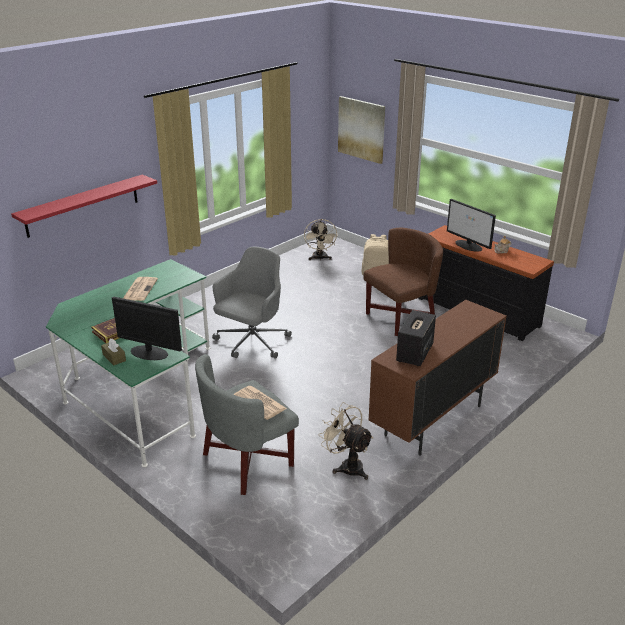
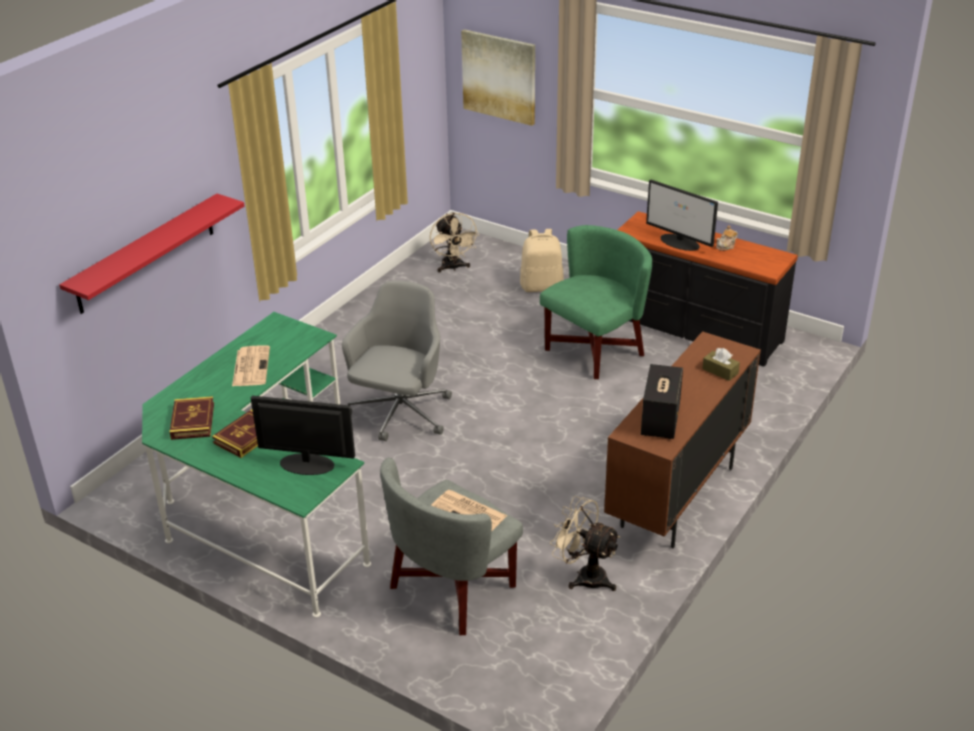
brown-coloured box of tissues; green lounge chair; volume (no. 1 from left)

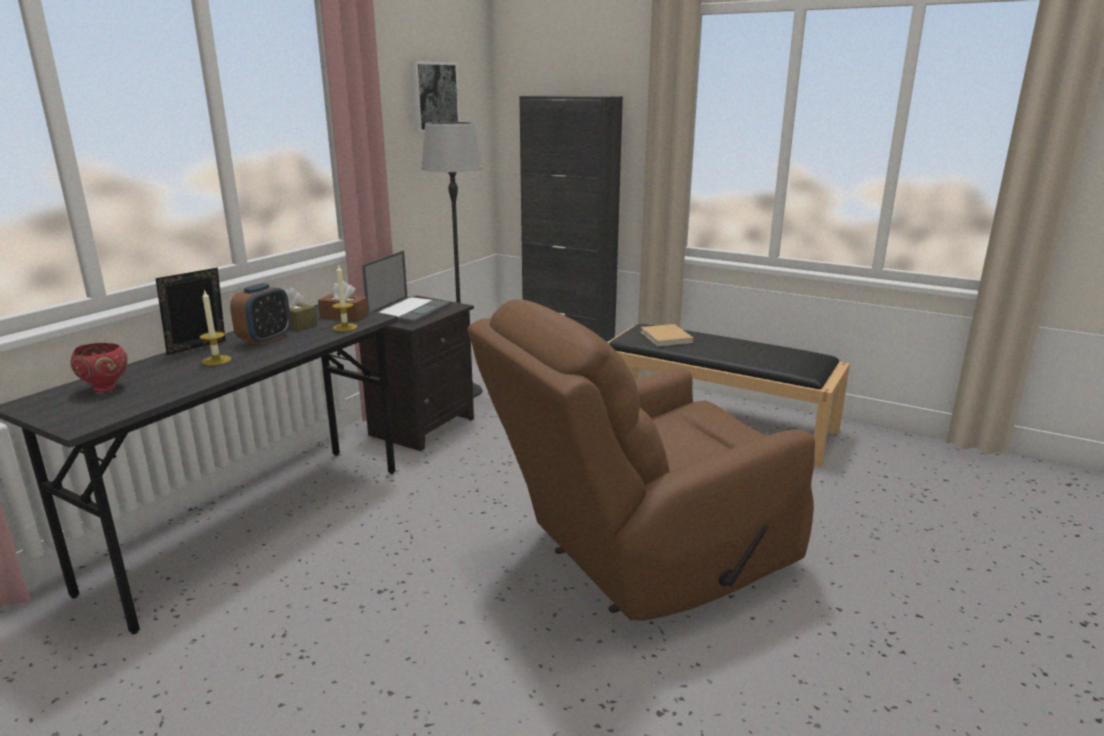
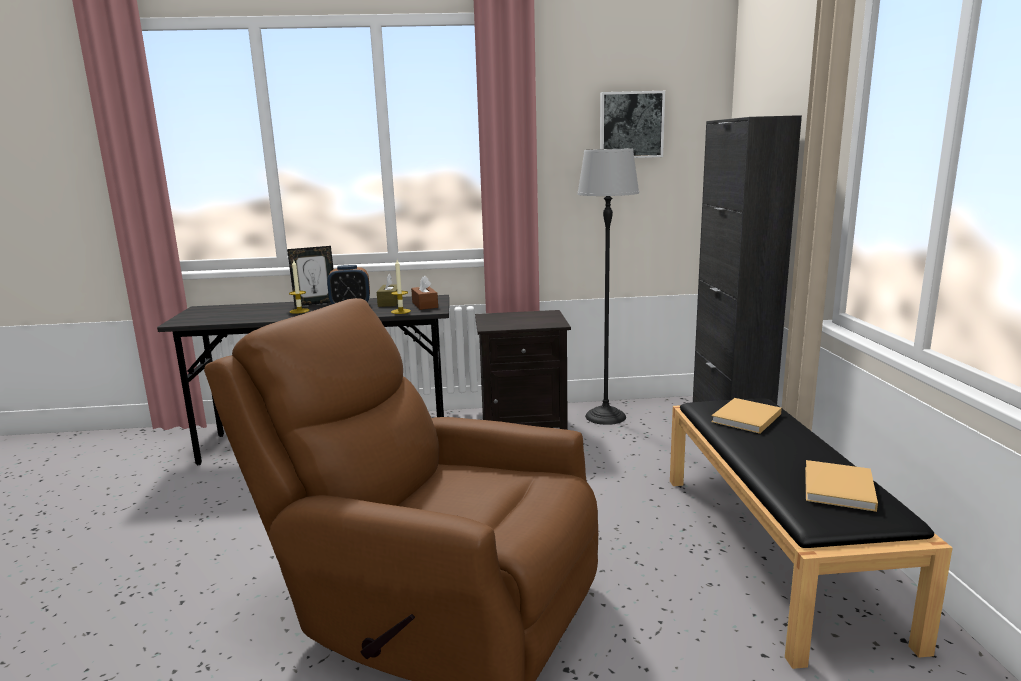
red-coloured deep dish; picture frame; portable computer; beige-coloured volume (no. 2 from left)

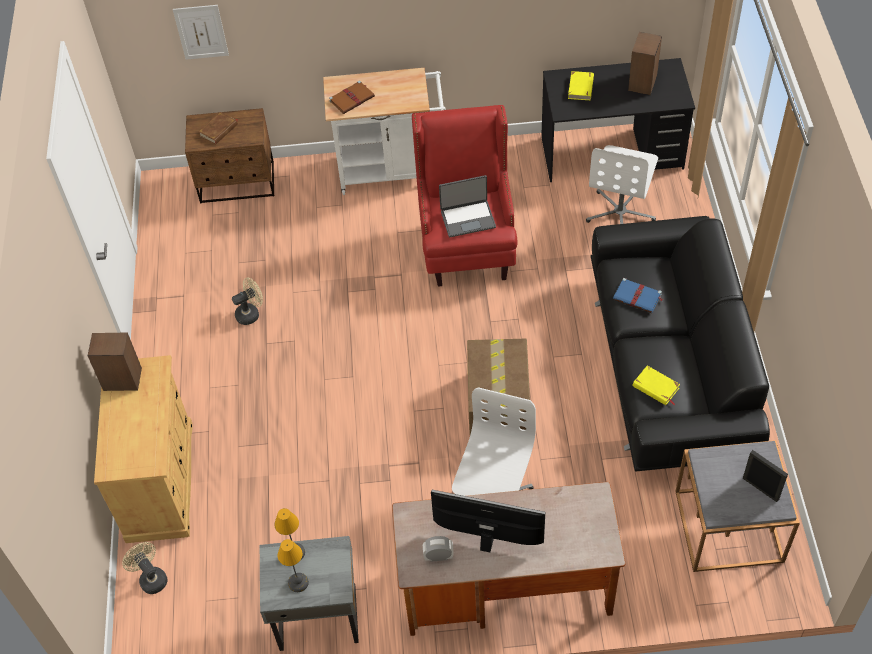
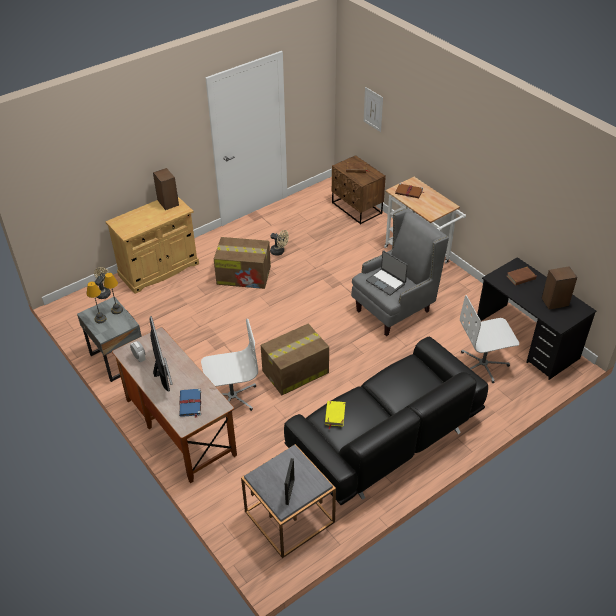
grey lounge chair; brown-coloured volume (no. 3 from left); blue-coloured volume; cardboard box (no. 1 from left)

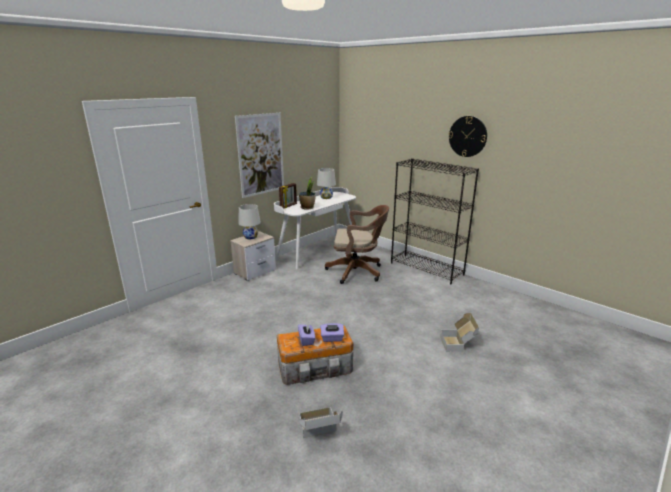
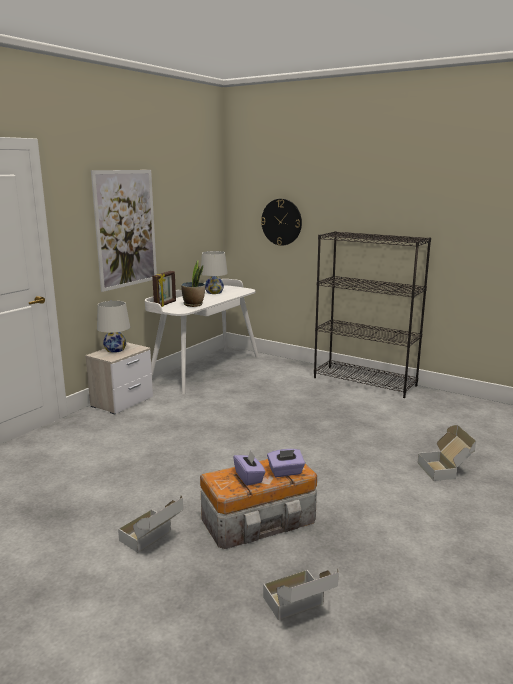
brown-coloured computer chair; hanging clock; cardboard box (no. 1 from left)

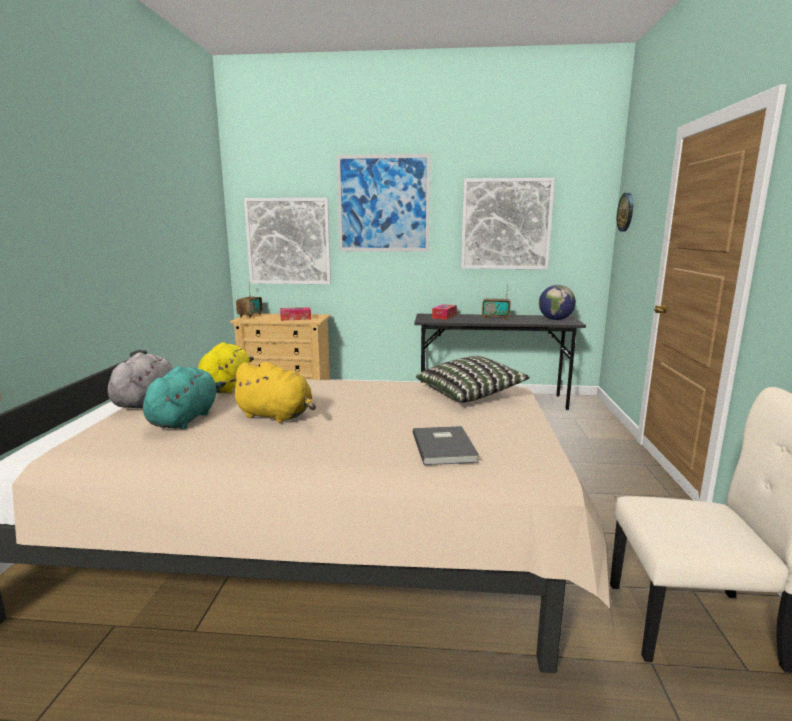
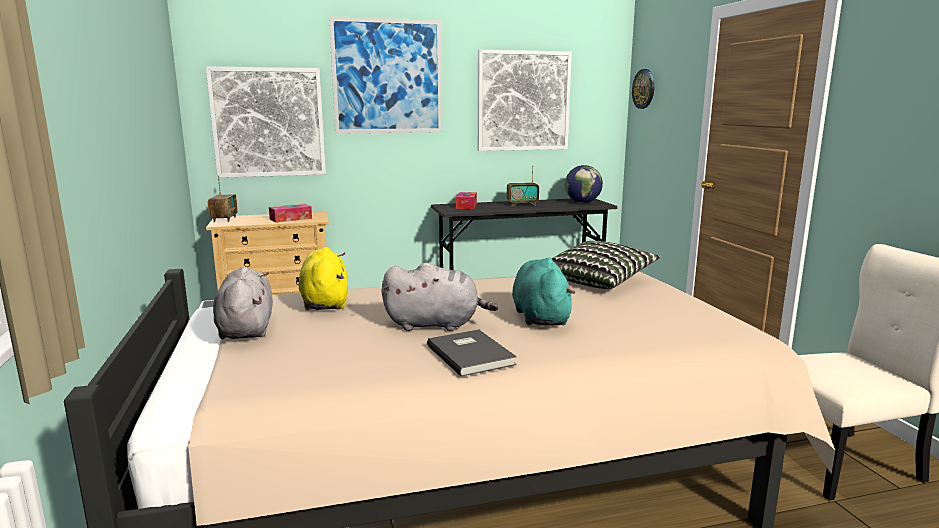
turquoise-coloured cuddly toy; grey cuddly toy (no. 2 from left); grey volume

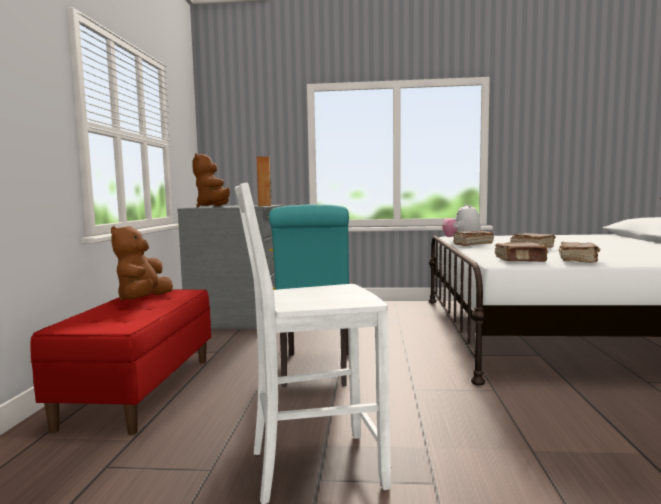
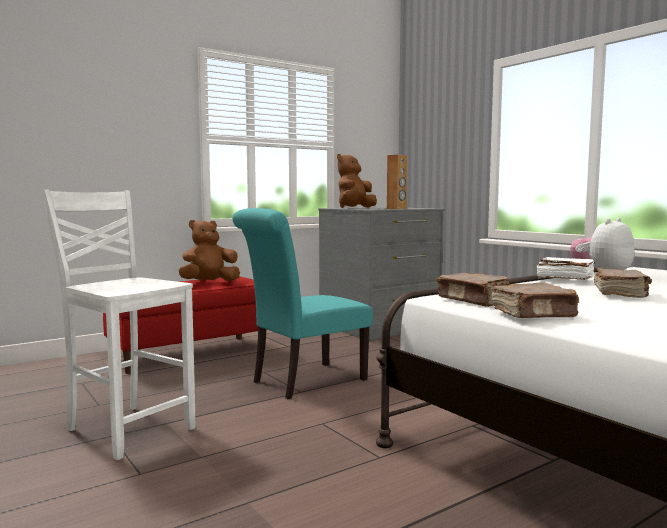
white volume

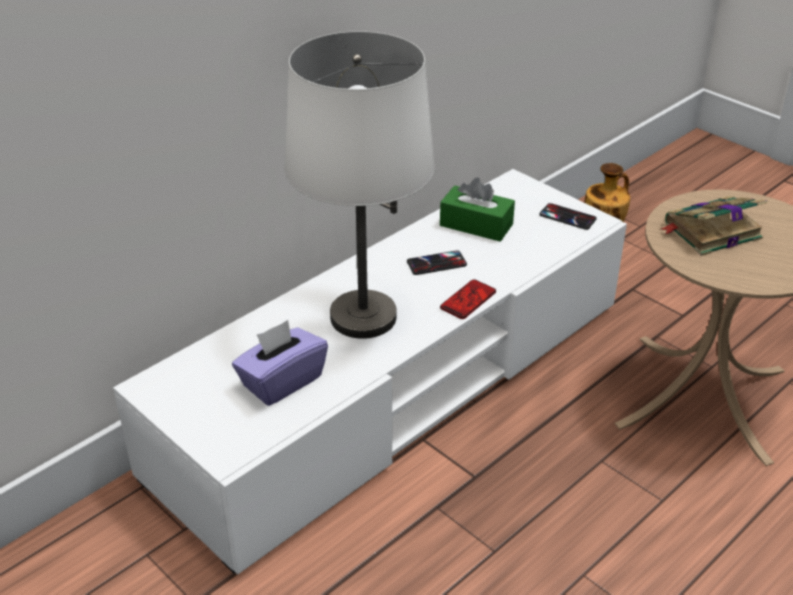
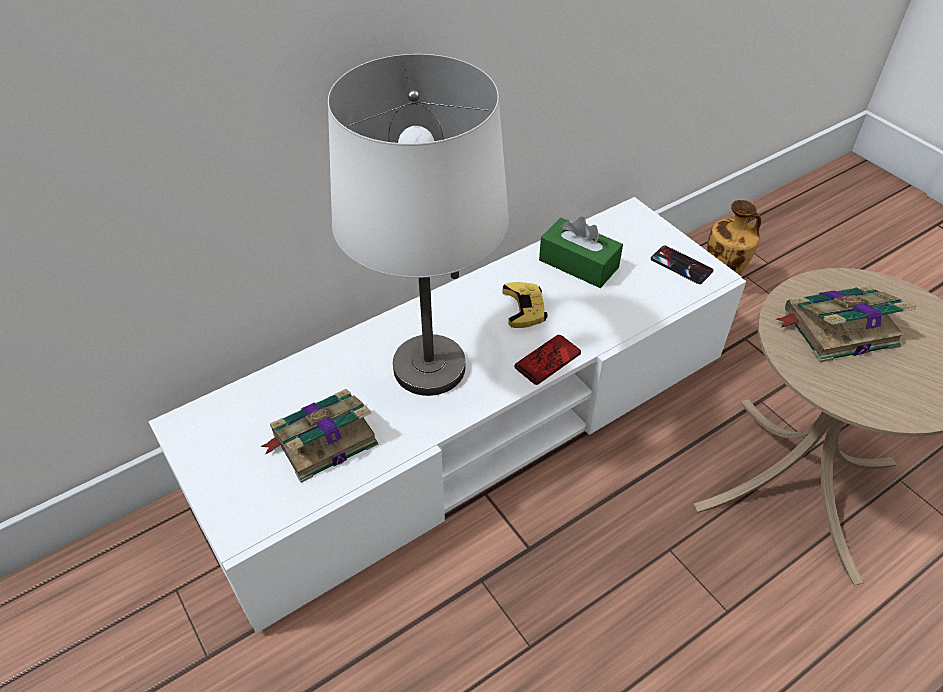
volume (no. 1 from left); yellowish game controller

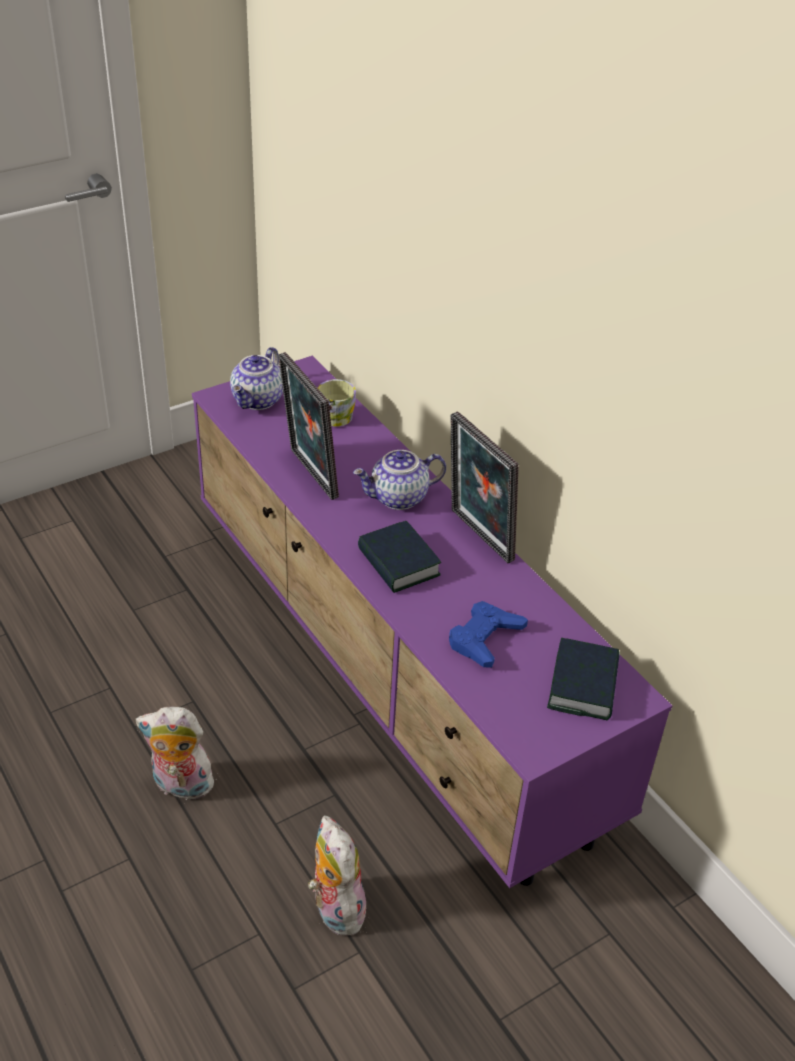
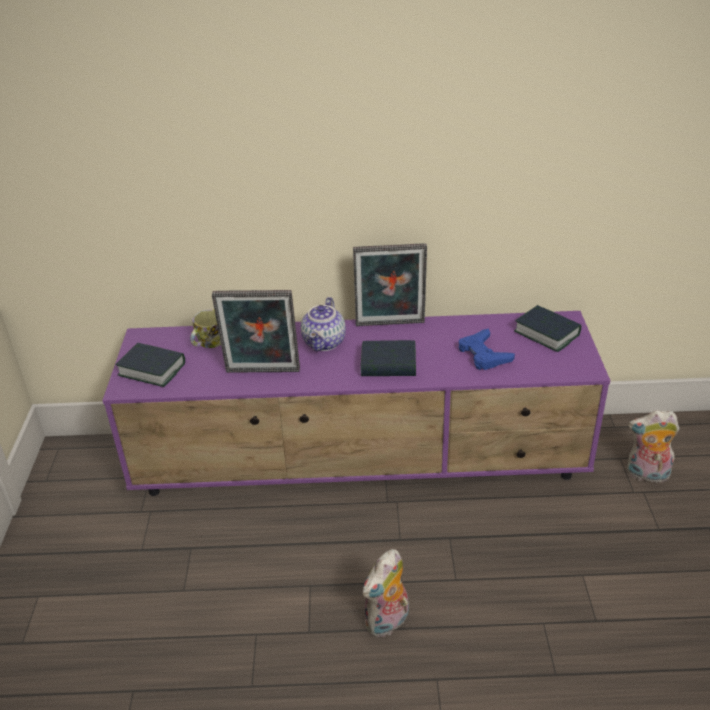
volume (no. 1 from left); cuddly toy (no. 2 from left)

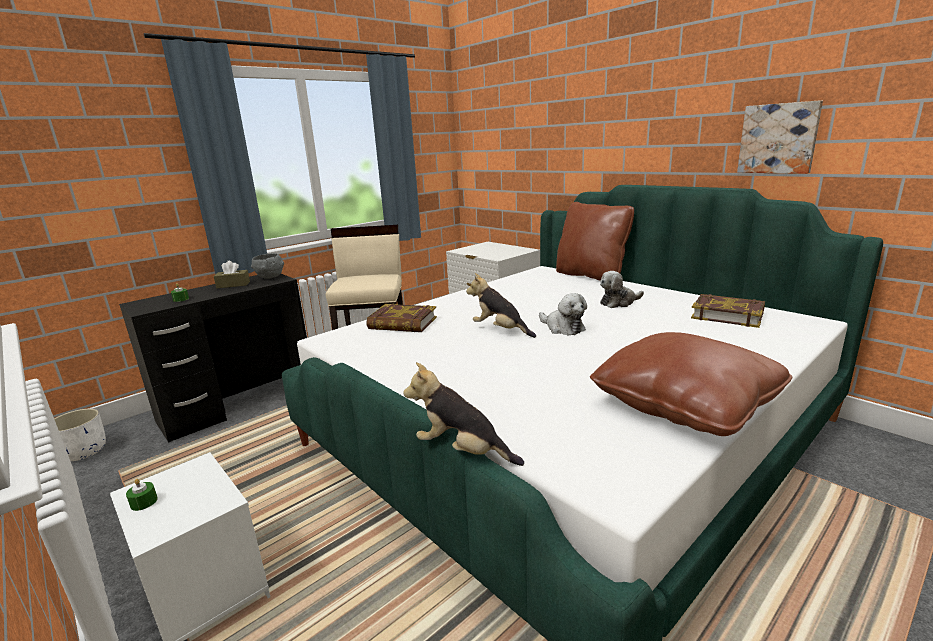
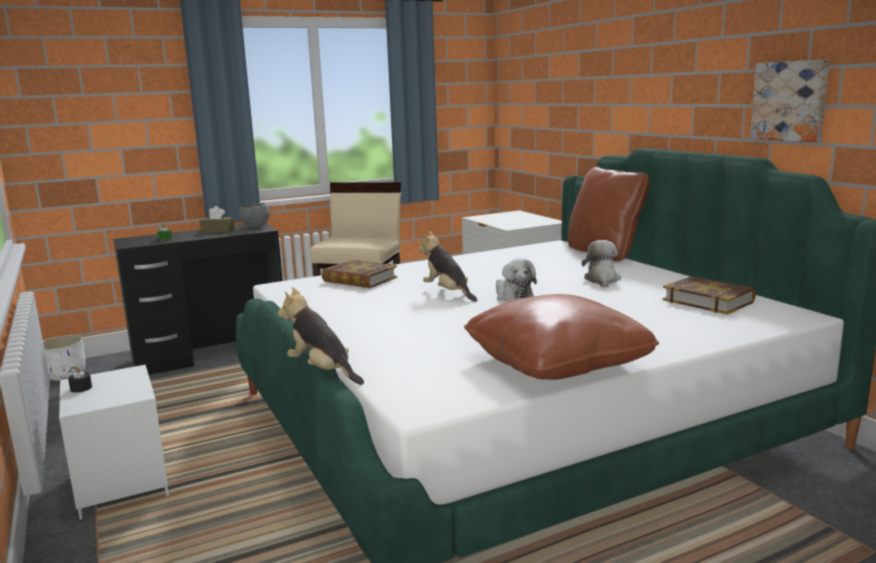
blackish wax light; cuddly toy (no. 4 from left)

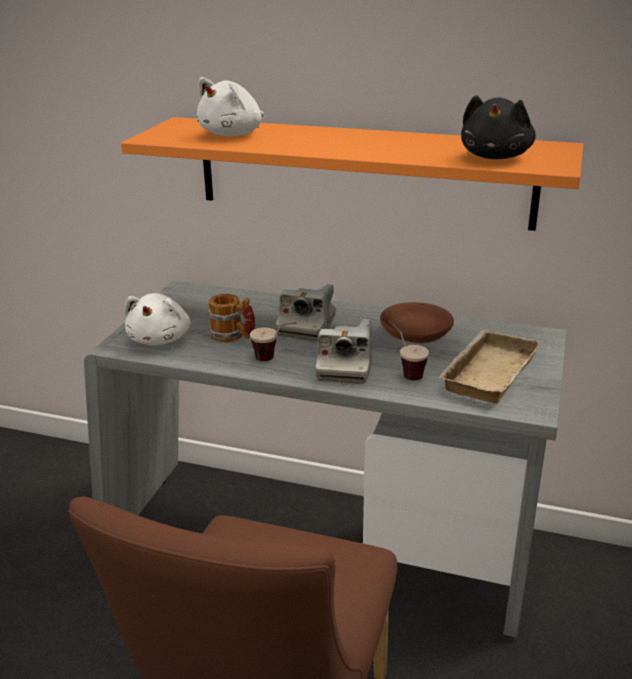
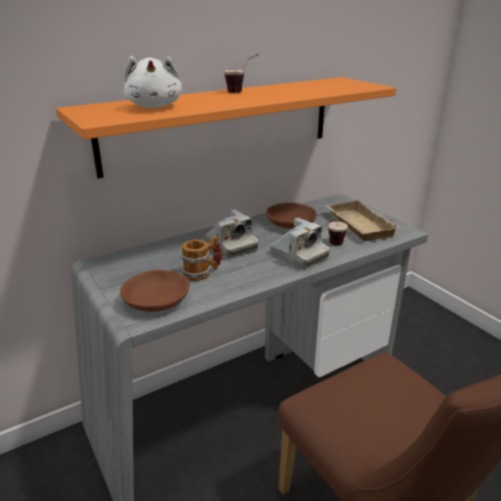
brown-coloured deep dish (no. 1 from left); drinking cup (no. 1 from left); blackish cuddly toy

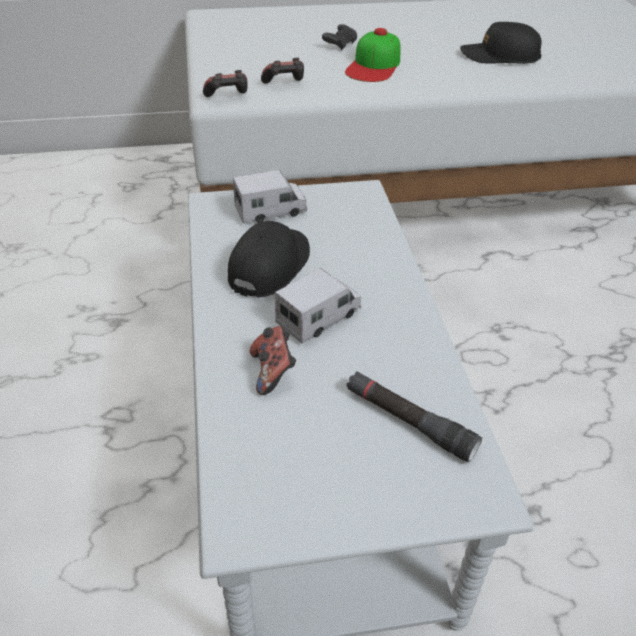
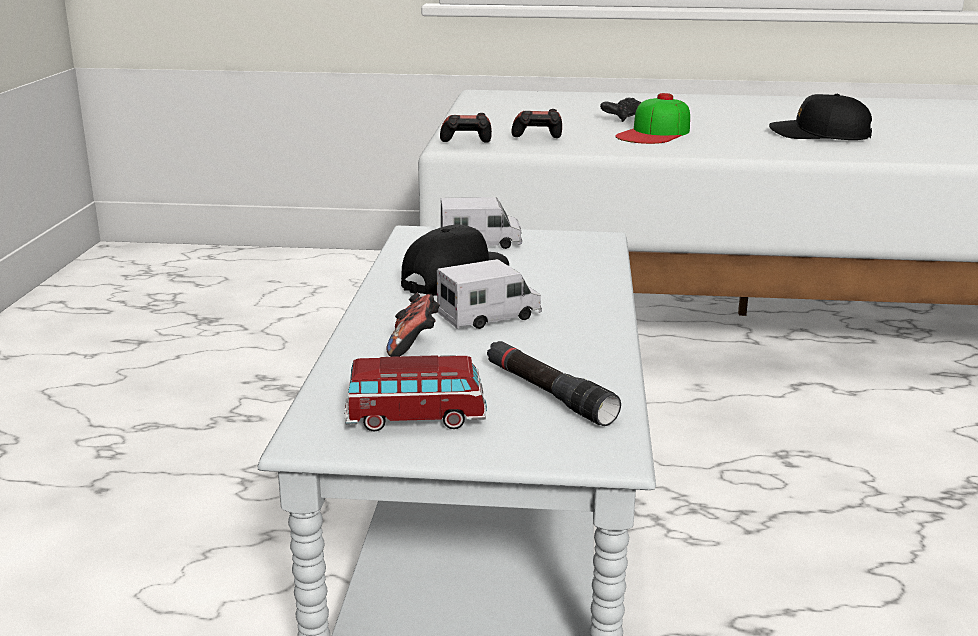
miniature car

